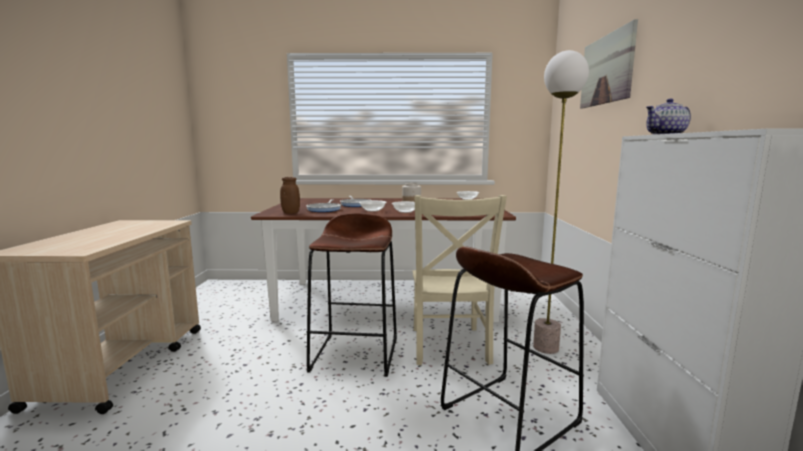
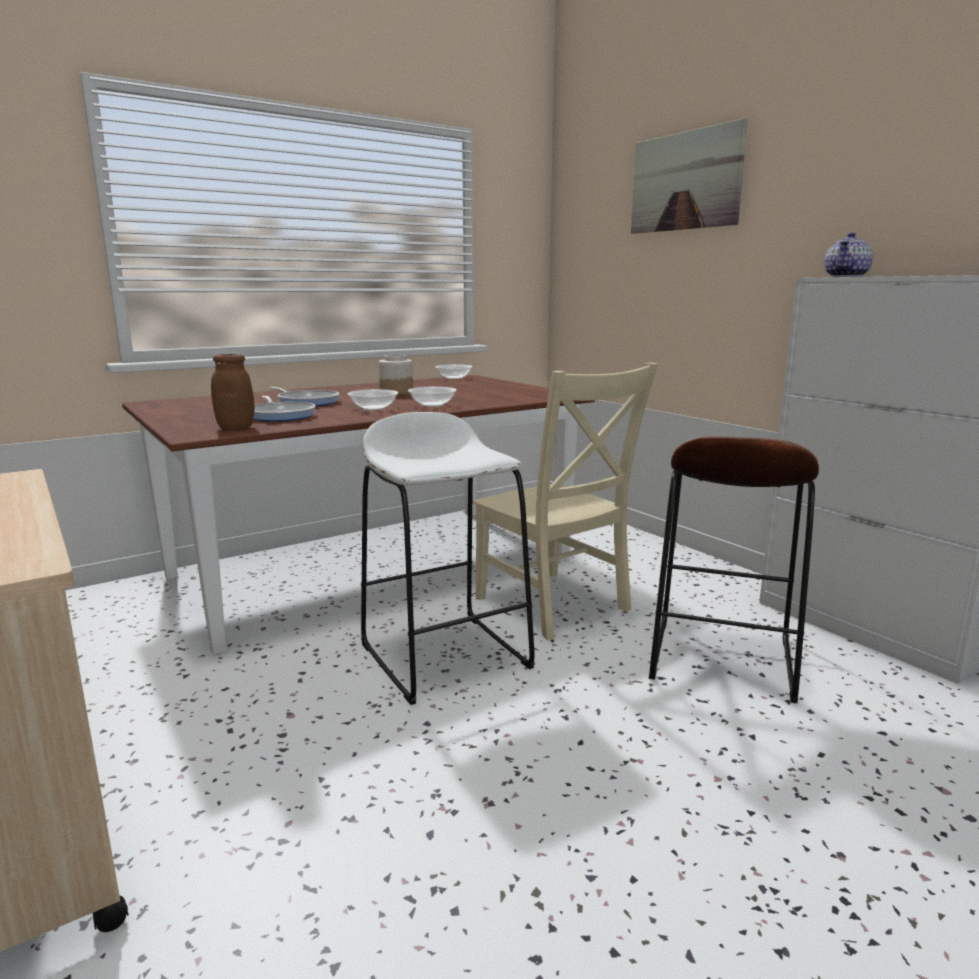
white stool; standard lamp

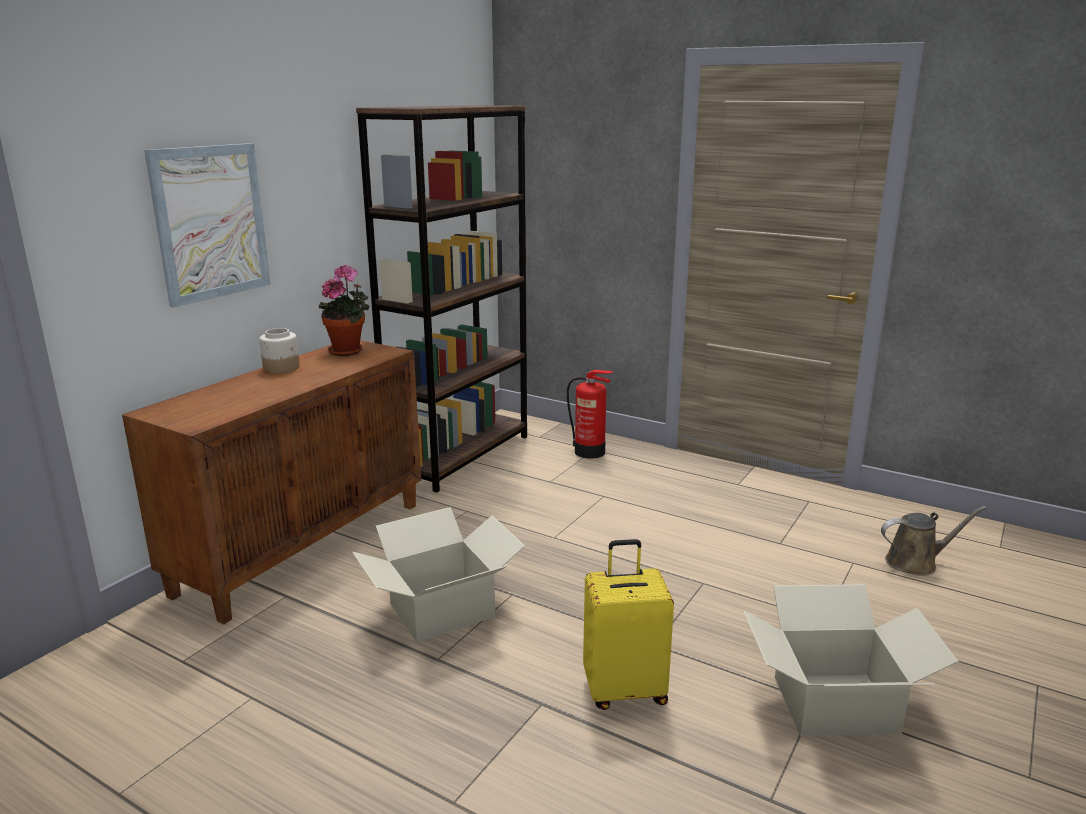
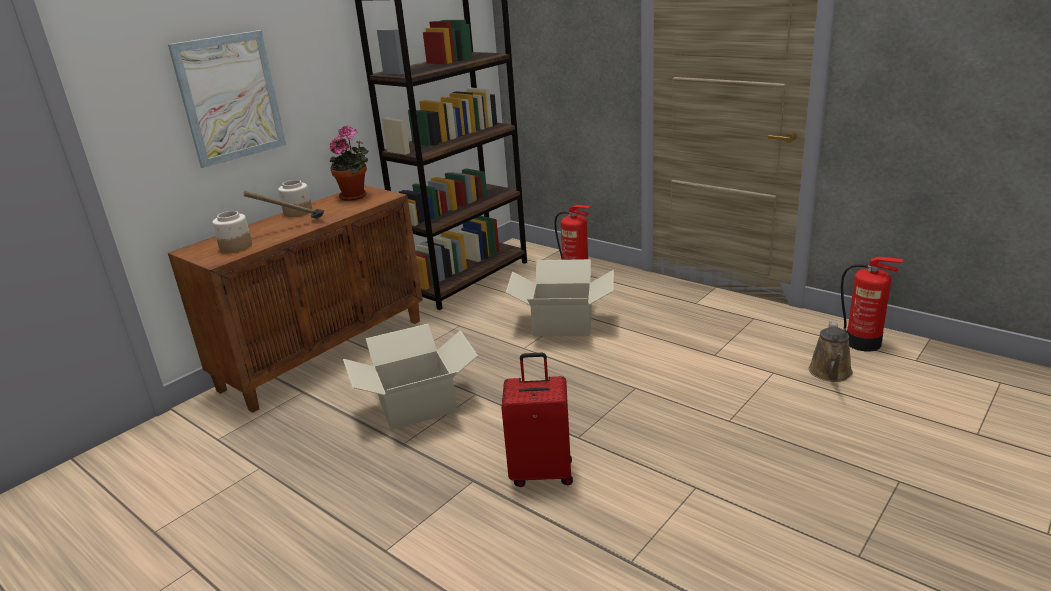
red-coloured piece of luggage; cardboard box (no. 2 from left); brown-coloured watering can; preserve jar (no. 1 from left); tool hammer; fire extinguisher (no. 2 from left)

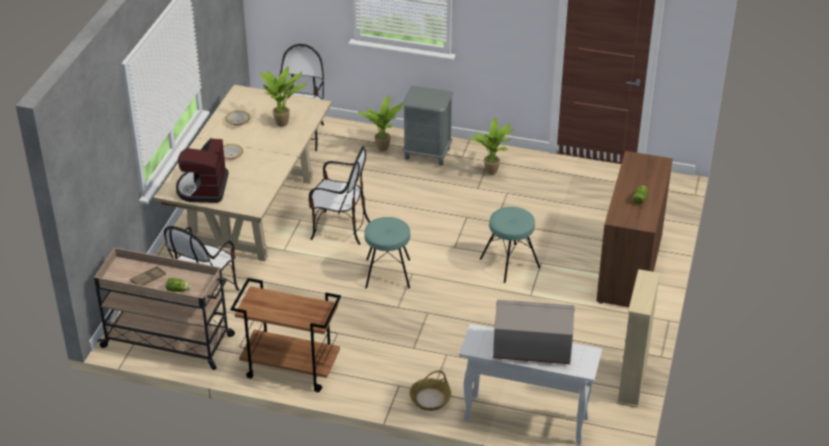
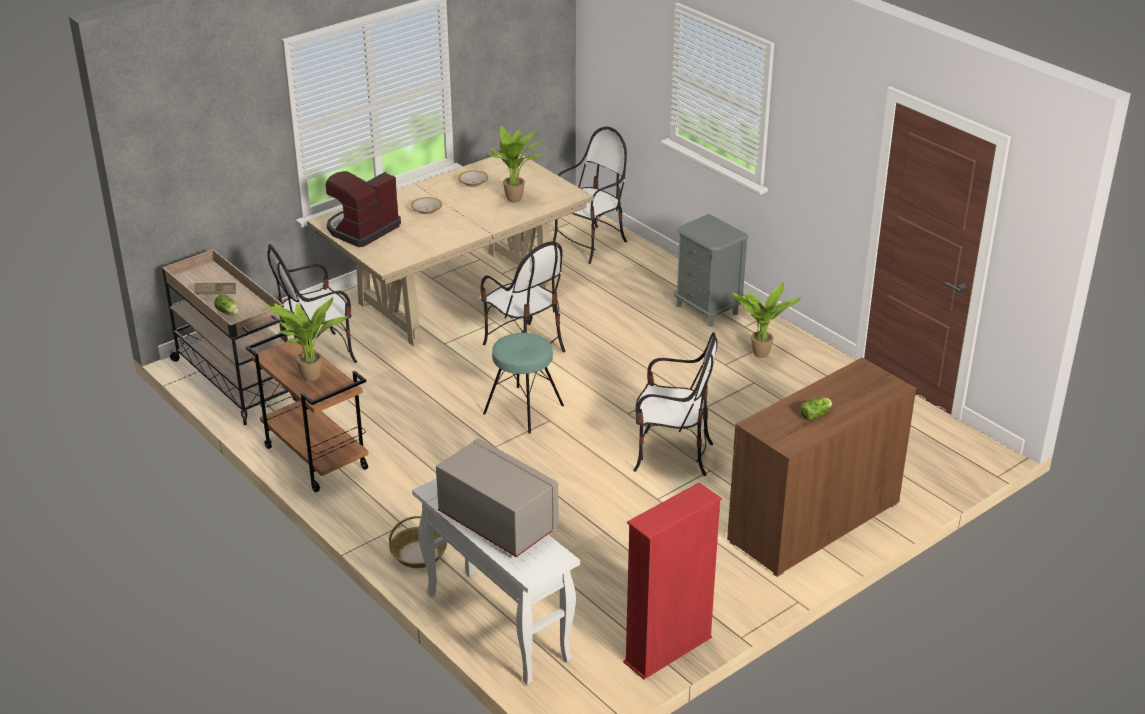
houseplant (no. 1 from left); plain chair (no. 4 from left); red-coloured bookshelf

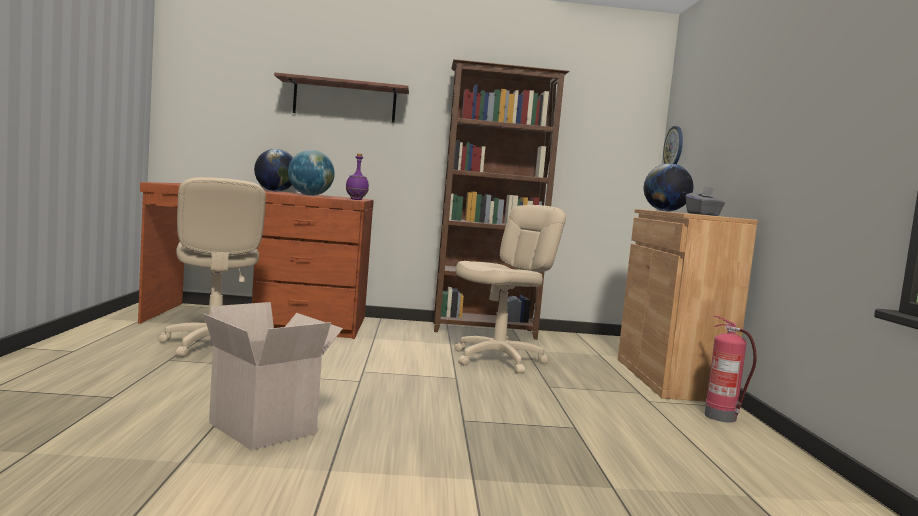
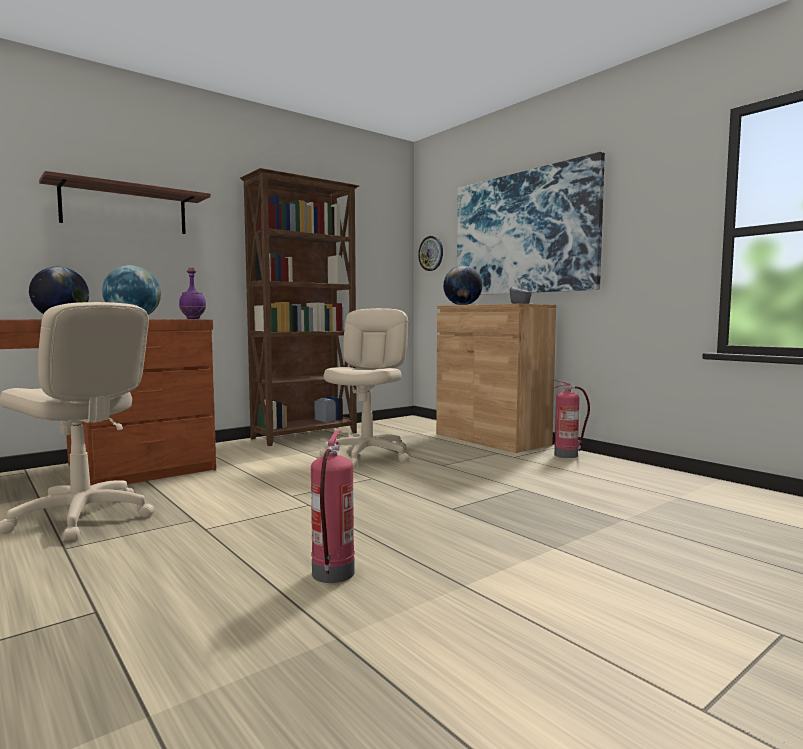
fire extinguisher (no. 1 from left); wall art

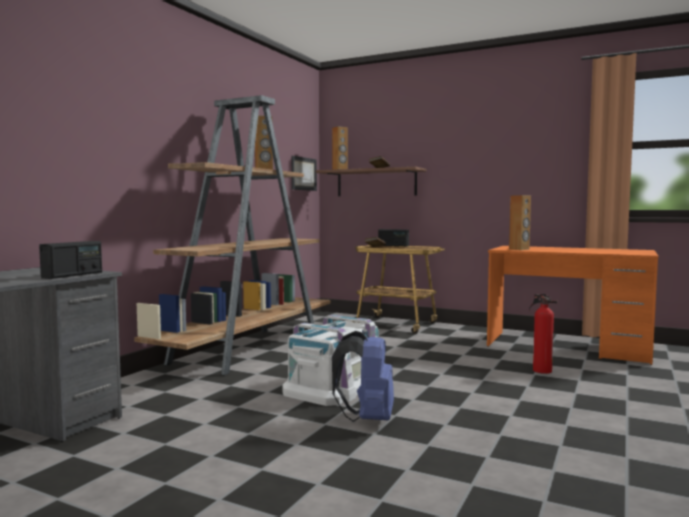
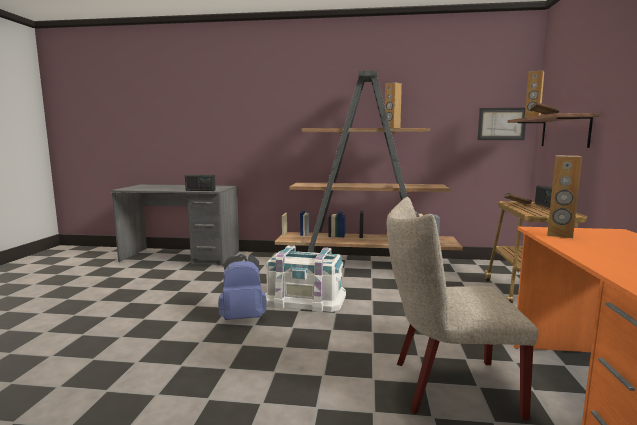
beige-coloured plain chair

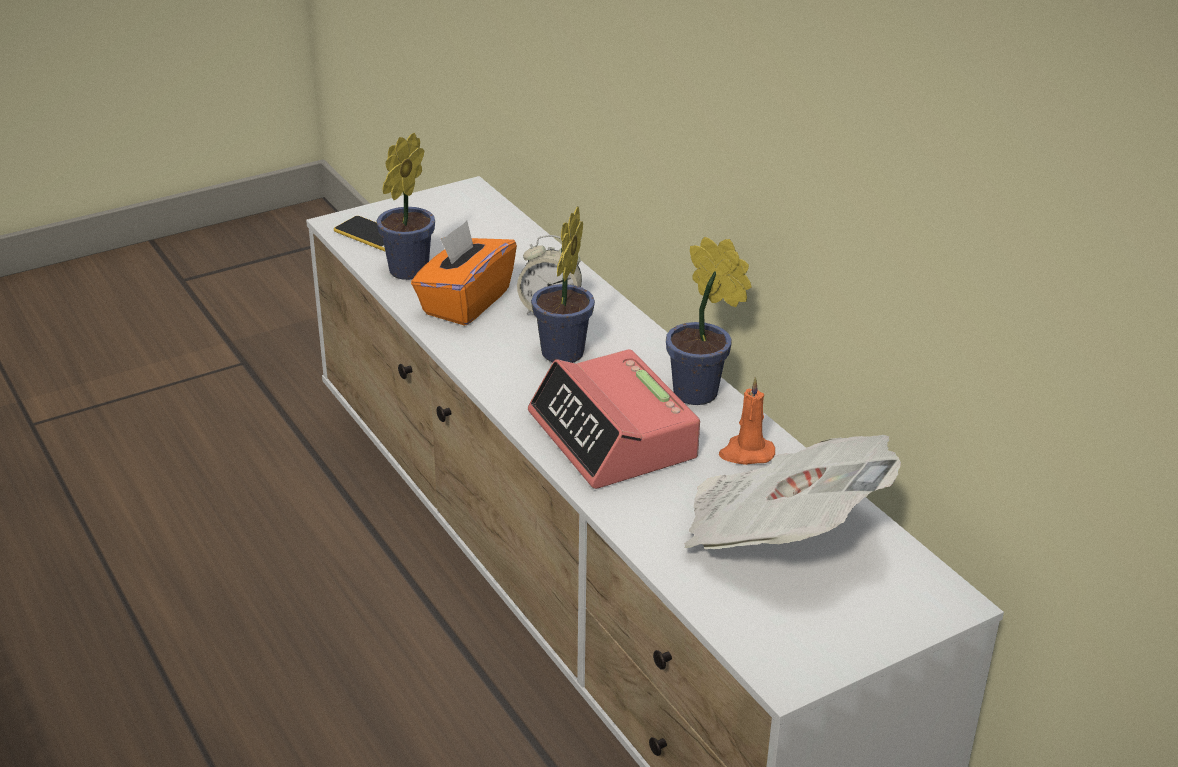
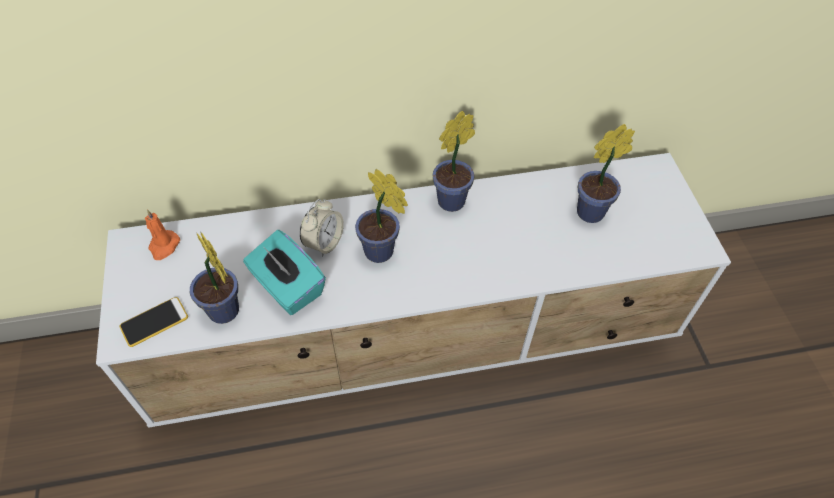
turquoise-coloured box of tissues; bedside clock (no. 2 from left in the first image); houseplant (no. 4 from left); orangey wax light

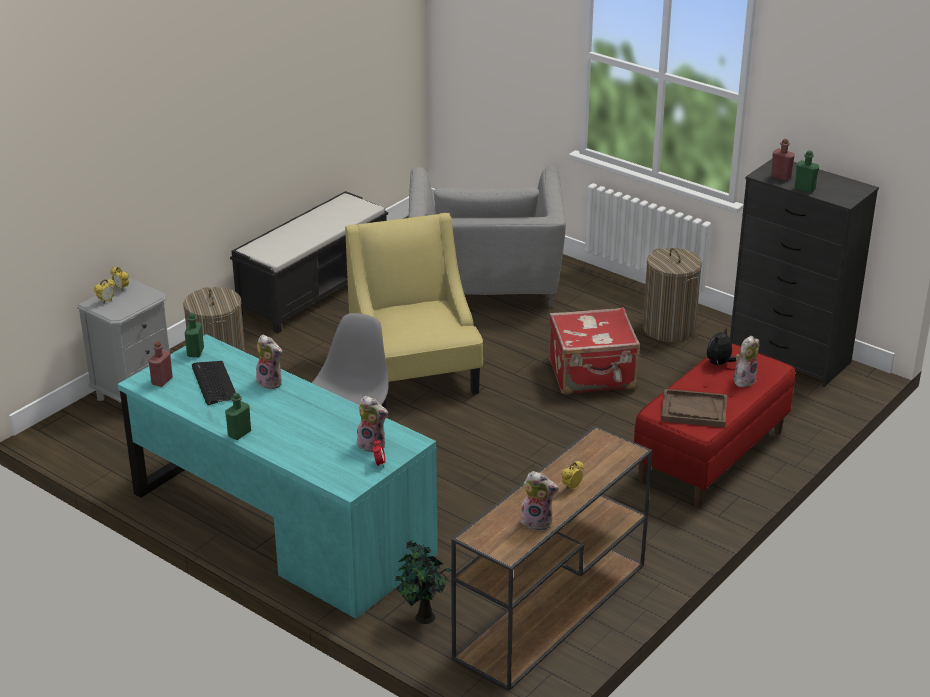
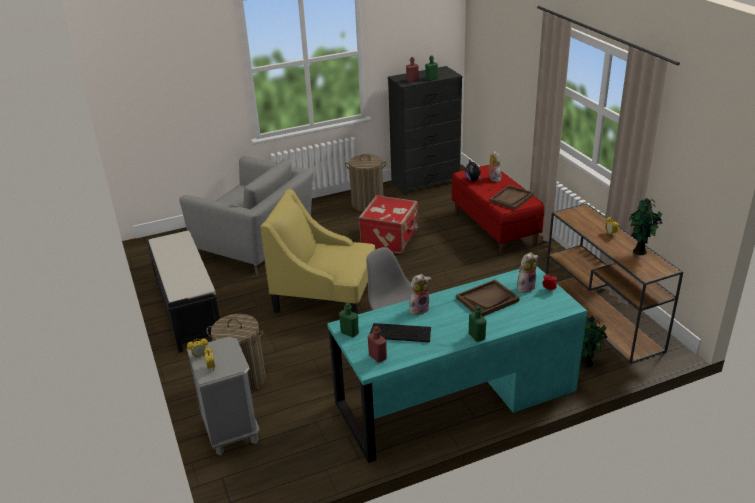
houseplant (no. 2 from left); brown-coloured tray (no. 1 from left)

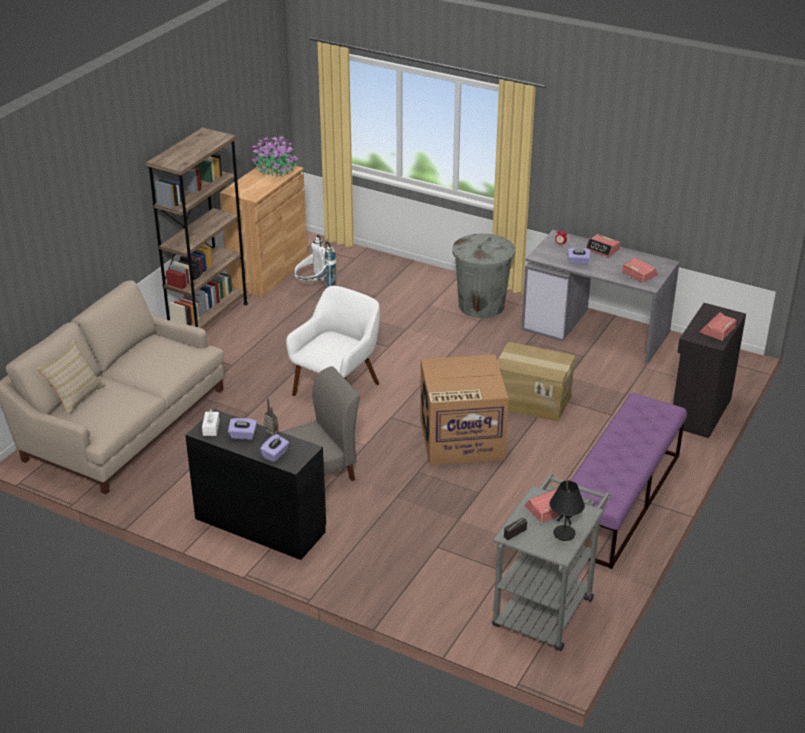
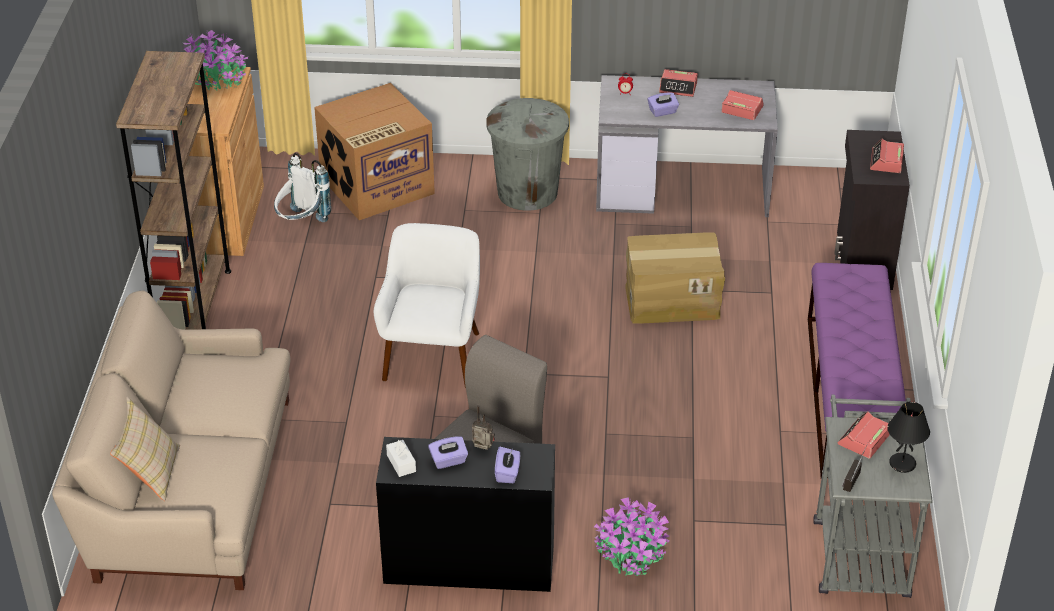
cardboard box (no. 1 from left); houseplant (no. 2 from left)

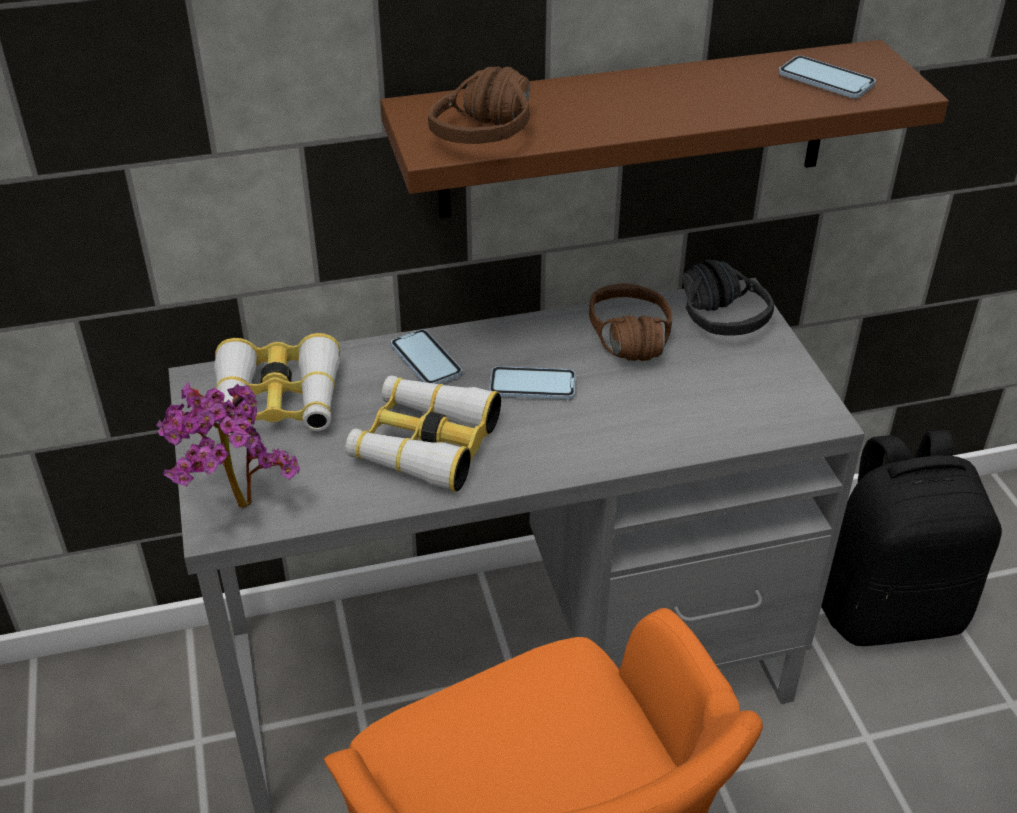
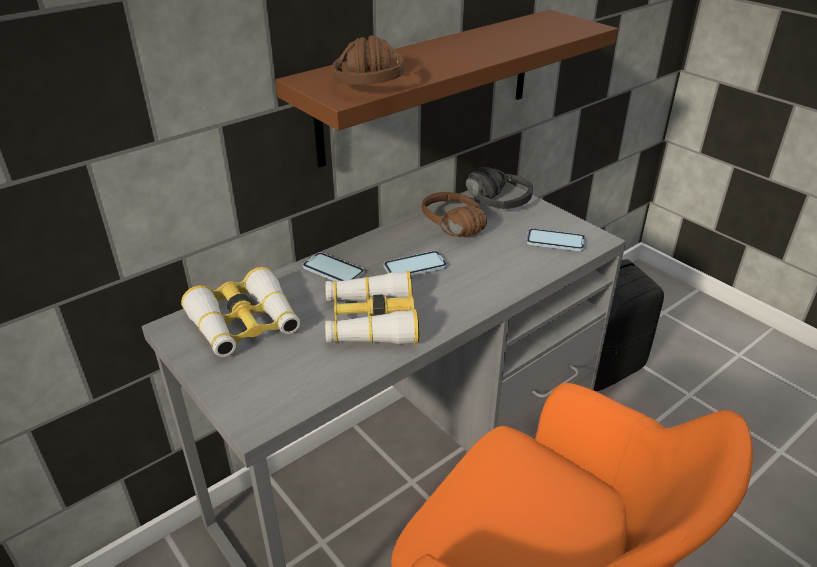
houseplant; phone (no. 3 from left)

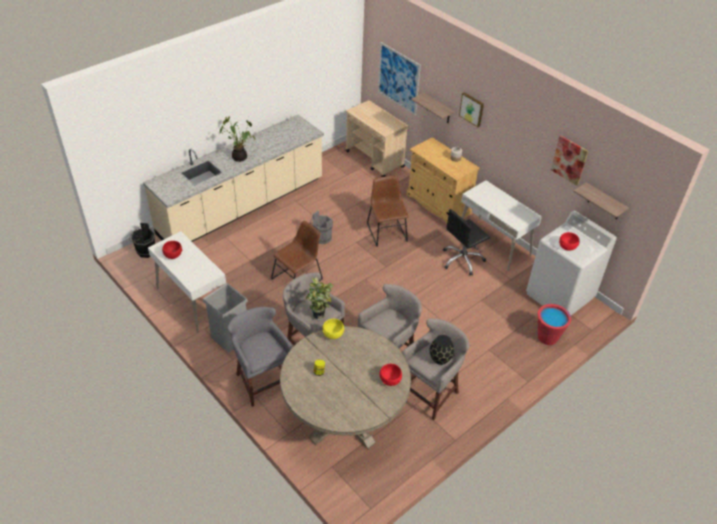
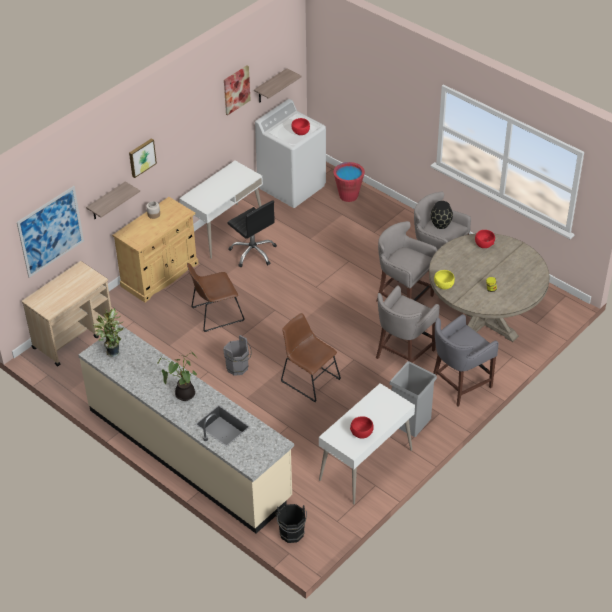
houseplant (no. 1 from left)

